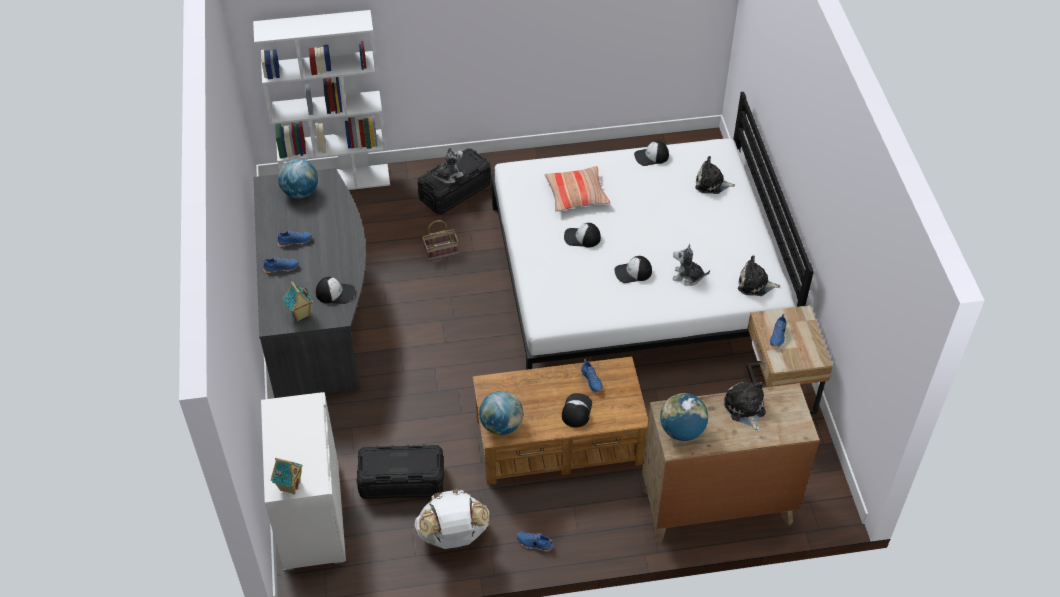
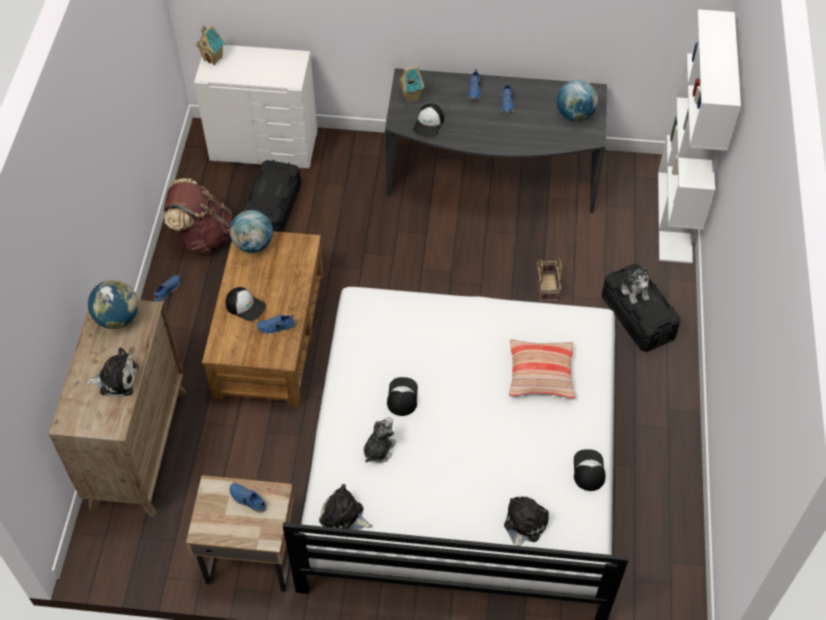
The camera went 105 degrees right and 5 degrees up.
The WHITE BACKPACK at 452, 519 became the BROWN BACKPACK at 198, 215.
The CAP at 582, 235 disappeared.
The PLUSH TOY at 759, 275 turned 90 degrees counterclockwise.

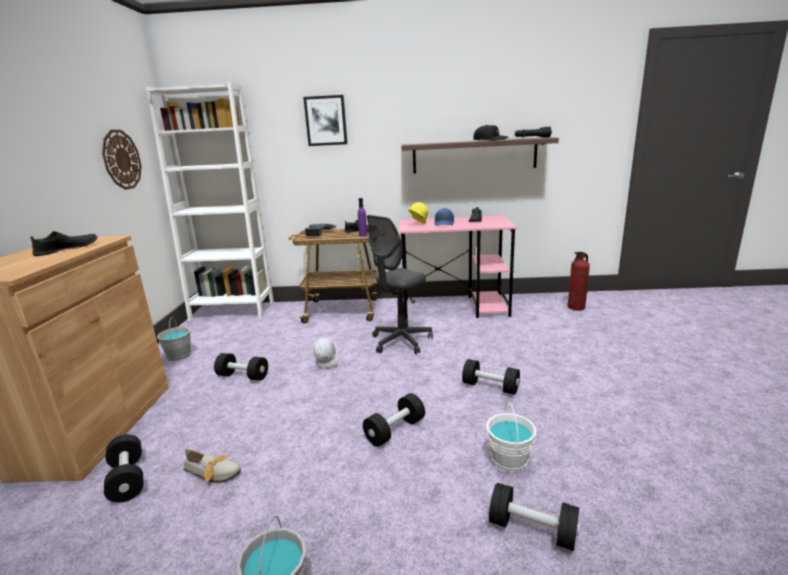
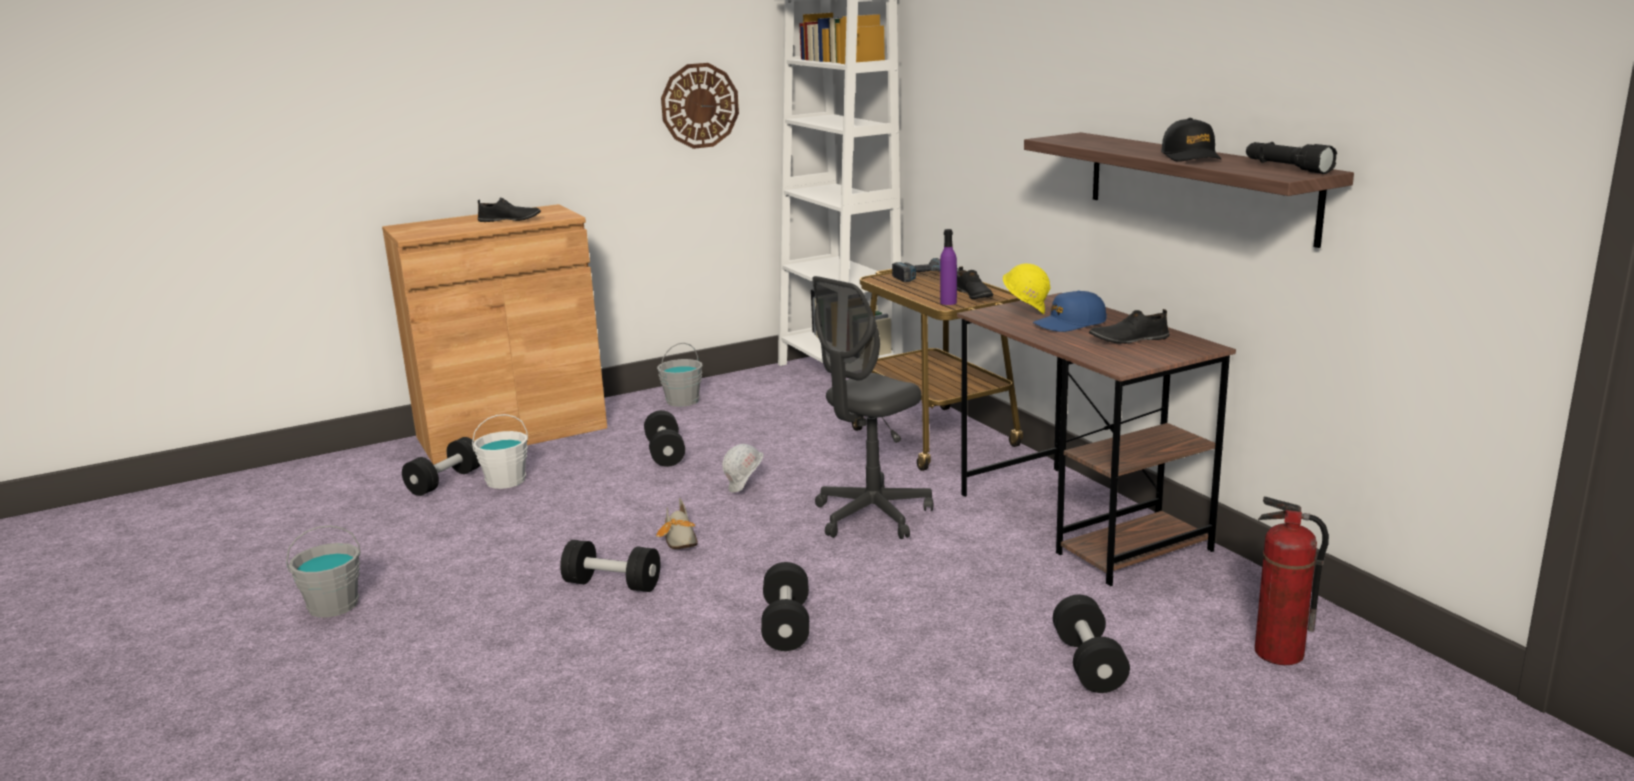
The camera went 60 degrees right and 0 degrees up.
The SHOE moved from 212, 466 to 677, 523.
The PICTURE at 325, 120 disappeared.
The GREY OFFICE CHAIR at 400, 284 turned 60 degrees counterclockwise.
The PINK DESK at 458, 267 became the BROWN DESK at 1096, 439.
The WHITE BUCKET moved from 511, 436 to 500, 451.
The BLACK DUMBBELL moved from 534, 517 to 1091, 644.

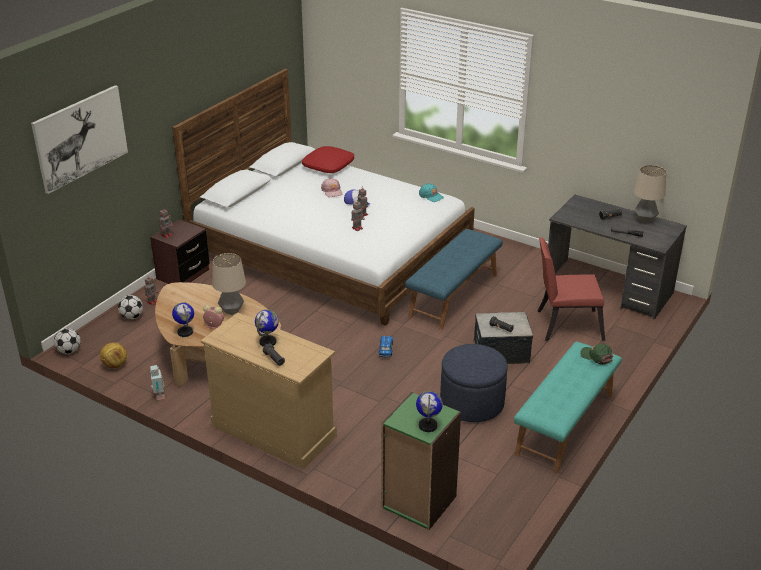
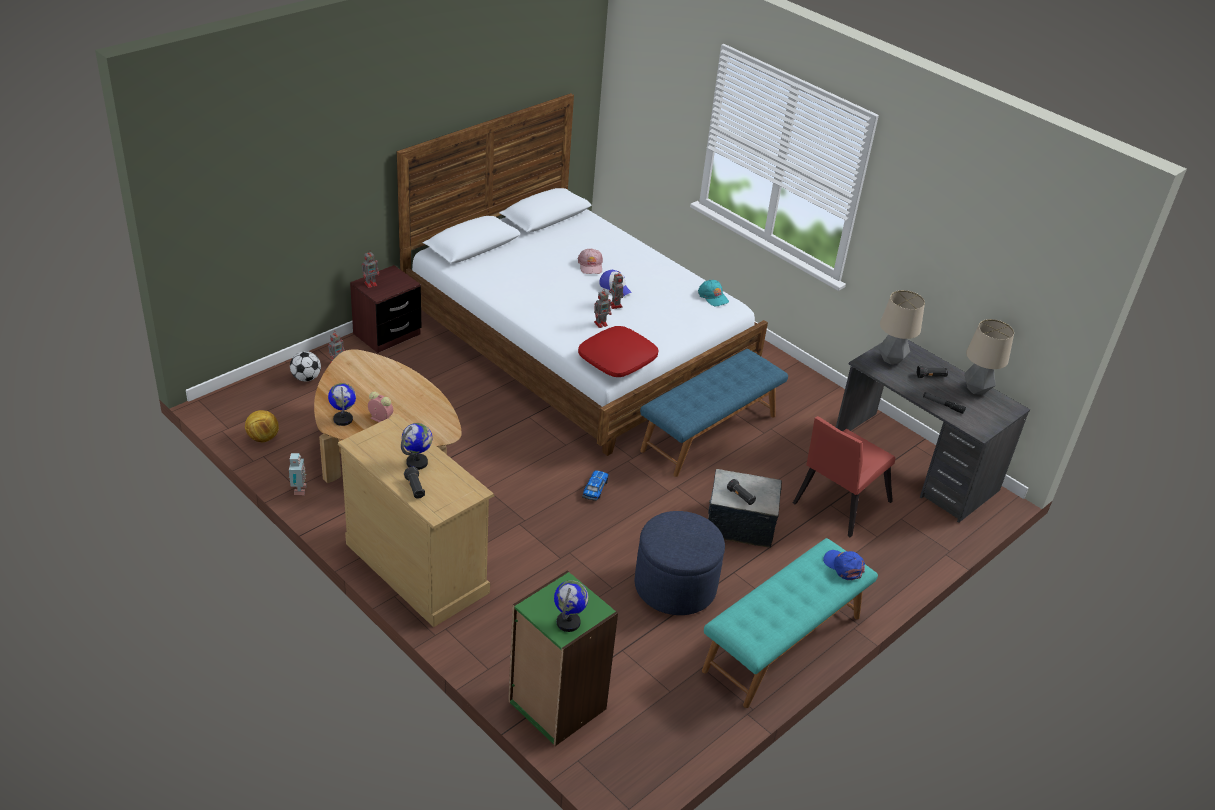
The camera went 10 degrees right and 5 degrees up.
The PICTURE at 79, 139 disappeared.
The FOOTBALL at 67, 341 disappeared.
The TABLE LAMP moved from 229, 284 to 901, 327.
The RED PILLOW moved from 328, 159 to 618, 351.
The RED CHAIR at 571, 289 turned 60 degrees counterclockwise.
The GREEN CAP at 597, 354 became the BLUE CAP at 844, 565.

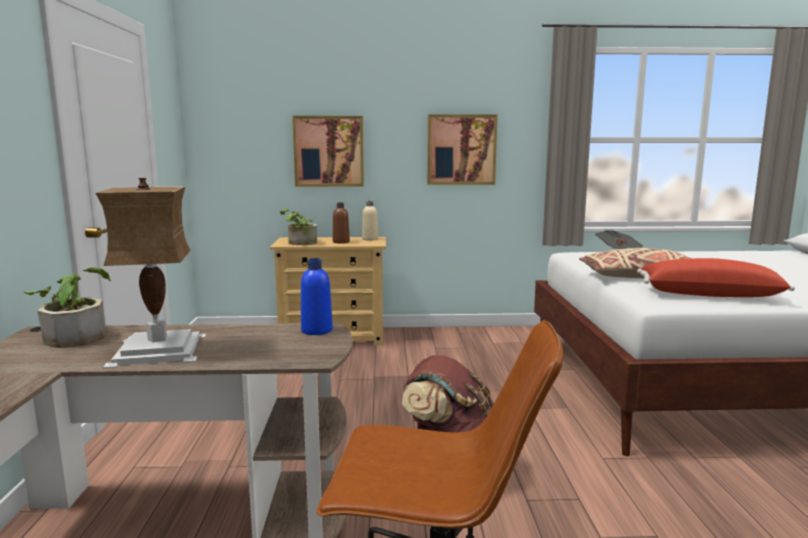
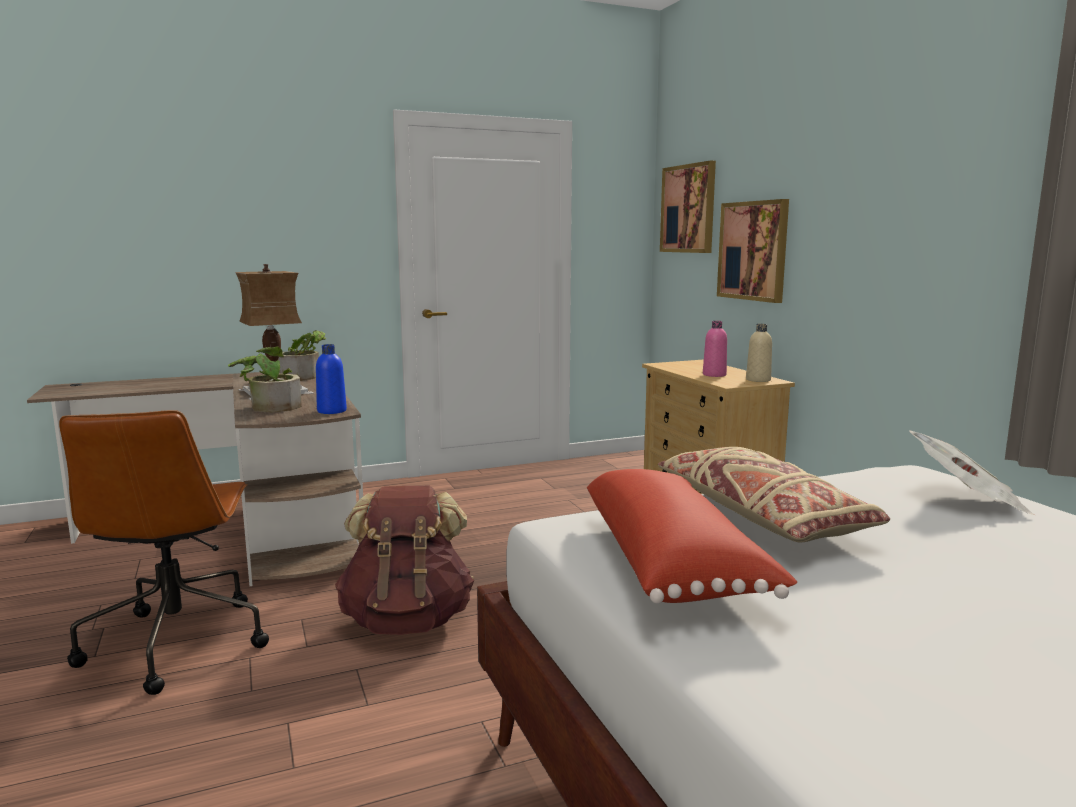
The camera went 70 degrees right and 0 degrees up.
The POTTED PLANT moved from 298, 226 to 265, 379.
The BROWN BOTTLE at 341, 223 became the PINK BOTTLE at 715, 349.
The PICTURE moved from 462, 149 to 688, 207.

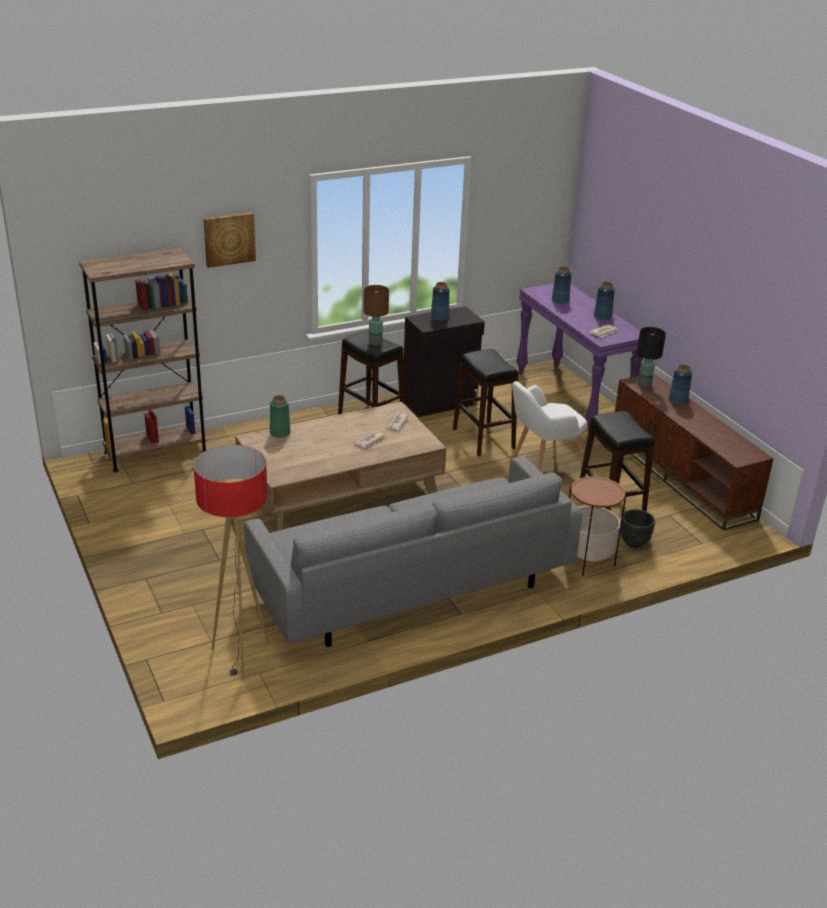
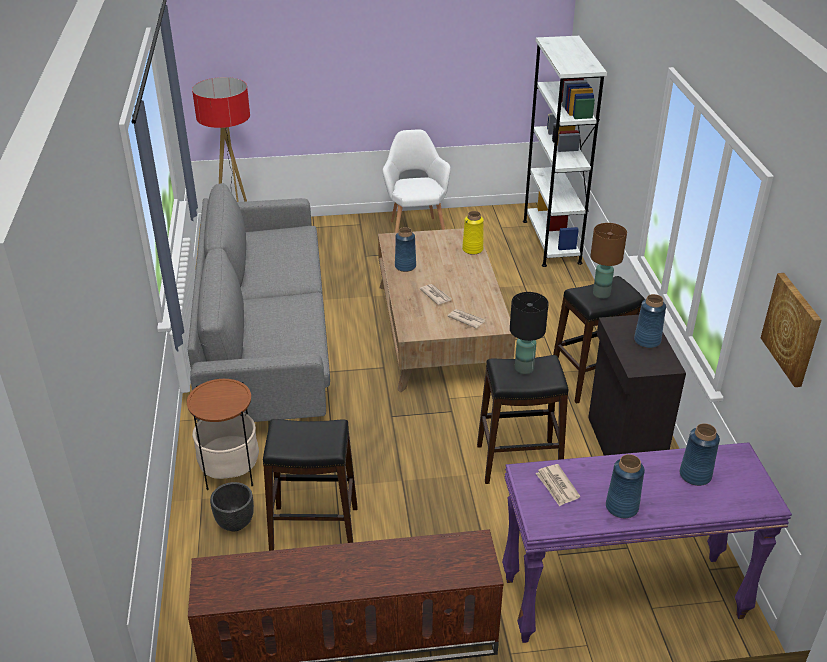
The camera went 110 degrees right and 5 degrees up.
The BROWN BOOKCASE at 142, 360 became the WHITE BOOKCASE at 565, 151.
The PICTURE moved from 230, 240 to 791, 330.
The GREEN VASE at 280, 416 became the YELLOW VASE at 473, 233.
The WHITE ARMCHAIR moved from 550, 426 to 416, 181.
The BLACK TABLE LAMP moved from 651, 357 to 529, 333.
The BLUE VASE moved from 680, 384 to 405, 249.

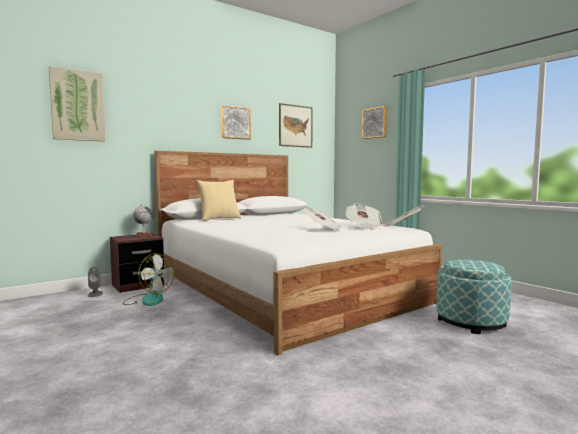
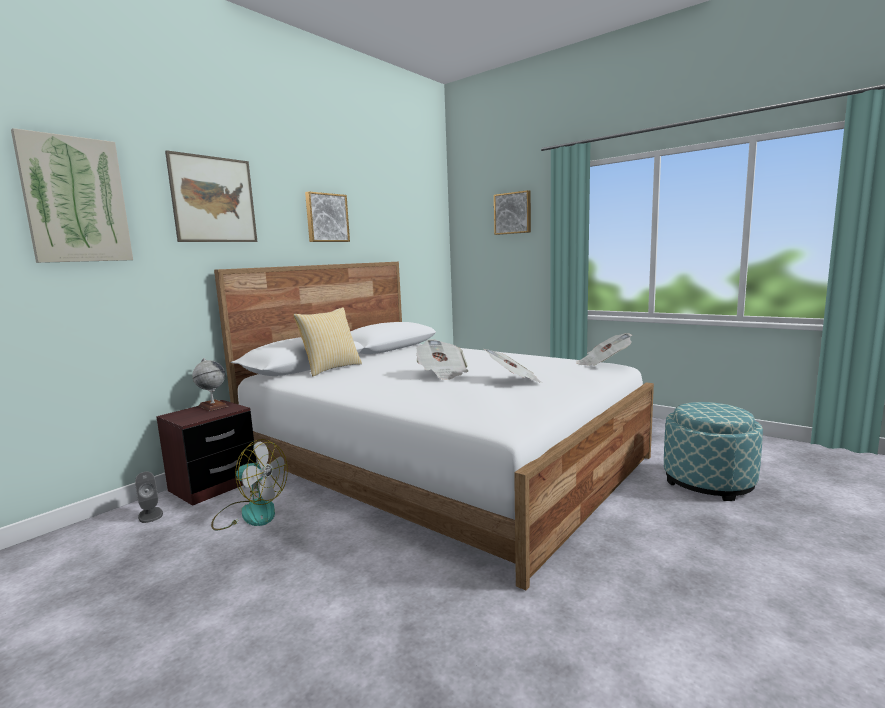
The camera went 15 degrees left and 5 degrees up.
The PICTURE moved from 295, 125 to 211, 196.
The NEWSPAPER moved from 363, 216 to 442, 359.

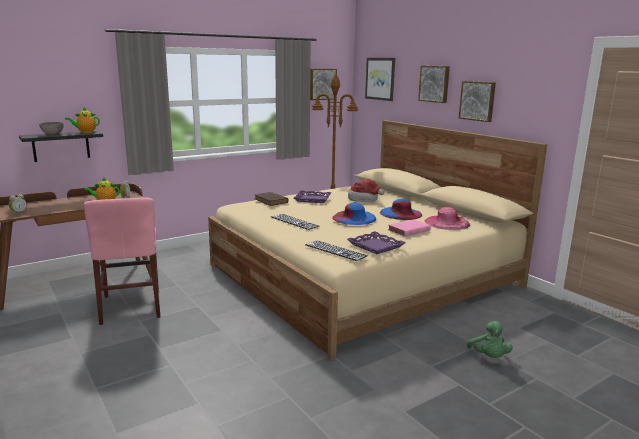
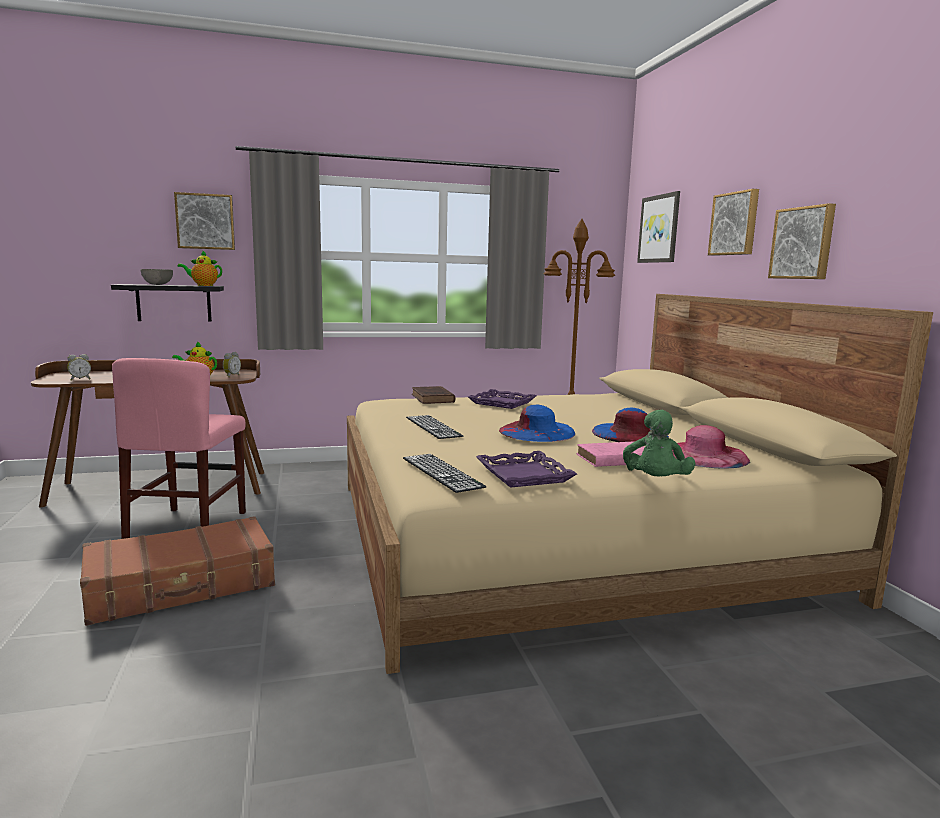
The camera went 20 degrees right and 5 degrees down.
The PICTURE moved from 323, 84 to 204, 221.
The HAT at 366, 190 disappeared.
The GREEN PLUSH TOY moved from 490, 339 to 659, 443.
The BROWN SUITCASE at 177, 571 appeared.

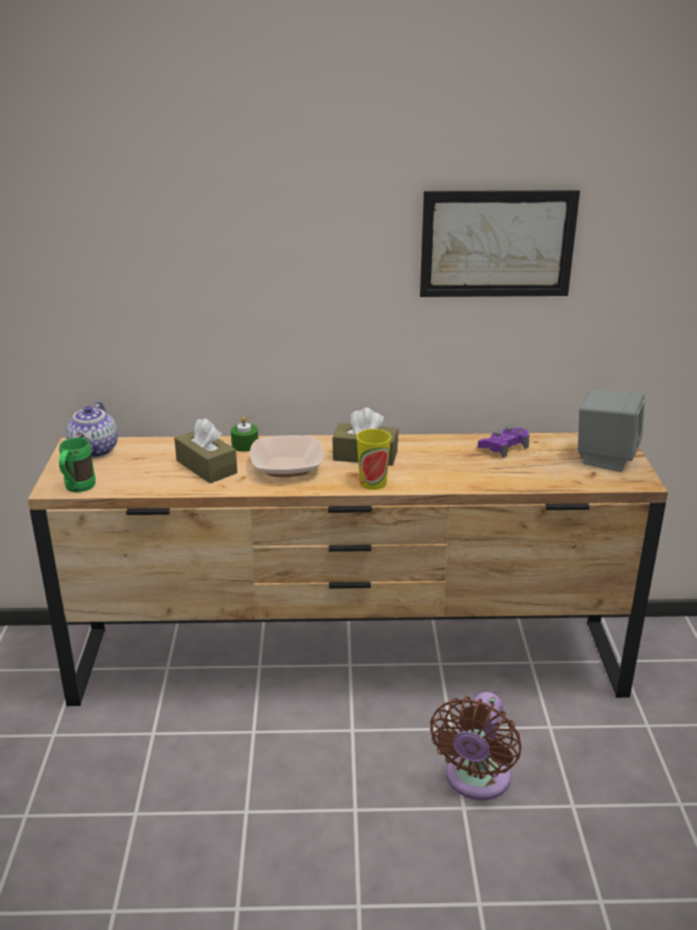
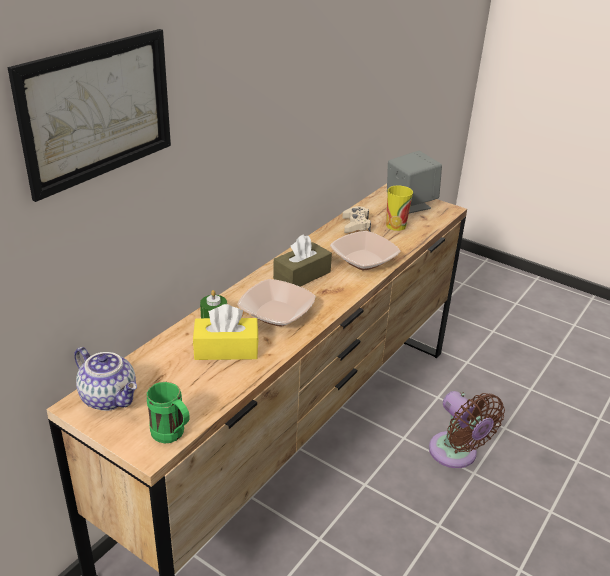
The camera went 55 degrees left and 5 degrees up.
The BROWN TISSUE BOX at 205, 450 became the YELLOW TISSUE BOX at 226, 332.
The CUP moved from 373, 459 to 399, 208.
The PICTURE moved from 500, 243 to 89, 115.
The PURPLE GAME CONTROLLER at 503, 442 became the BEIGE GAME CONTROLLER at 356, 219.
The BOWL at 365, 250 appeared.

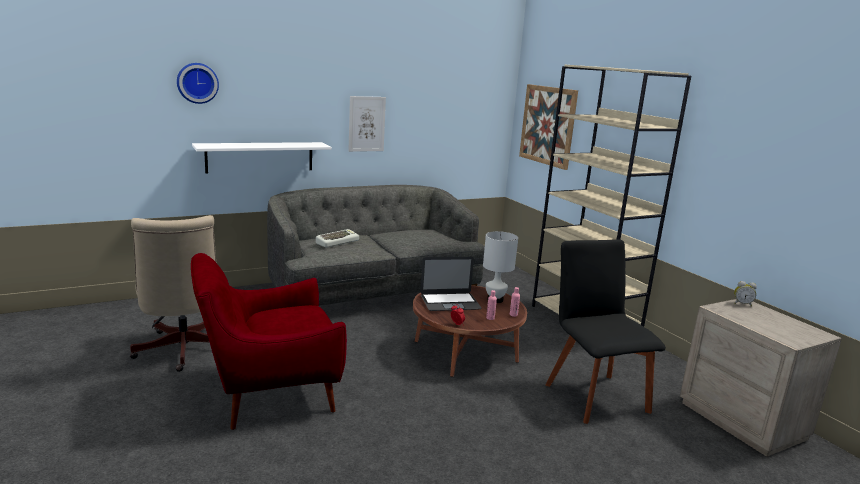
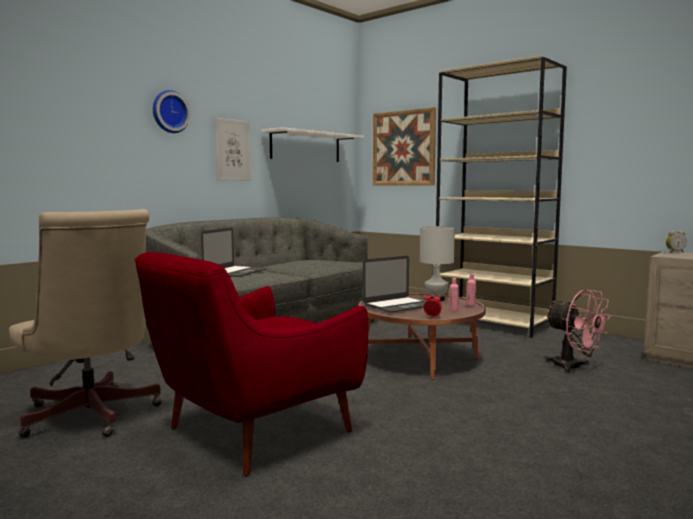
The camera went 20 degrees left and 10 degrees down.
The WALL CLOCK moved from 198, 83 to 171, 111.
The WHITE SHELF moved from 262, 158 to 312, 144.
The KEYBOARD at 337, 238 was replaced by the LAPTOP at 234, 252.
The BLACK CHAIR at 605, 332 was replaced by the PINK FAN at 577, 331.

